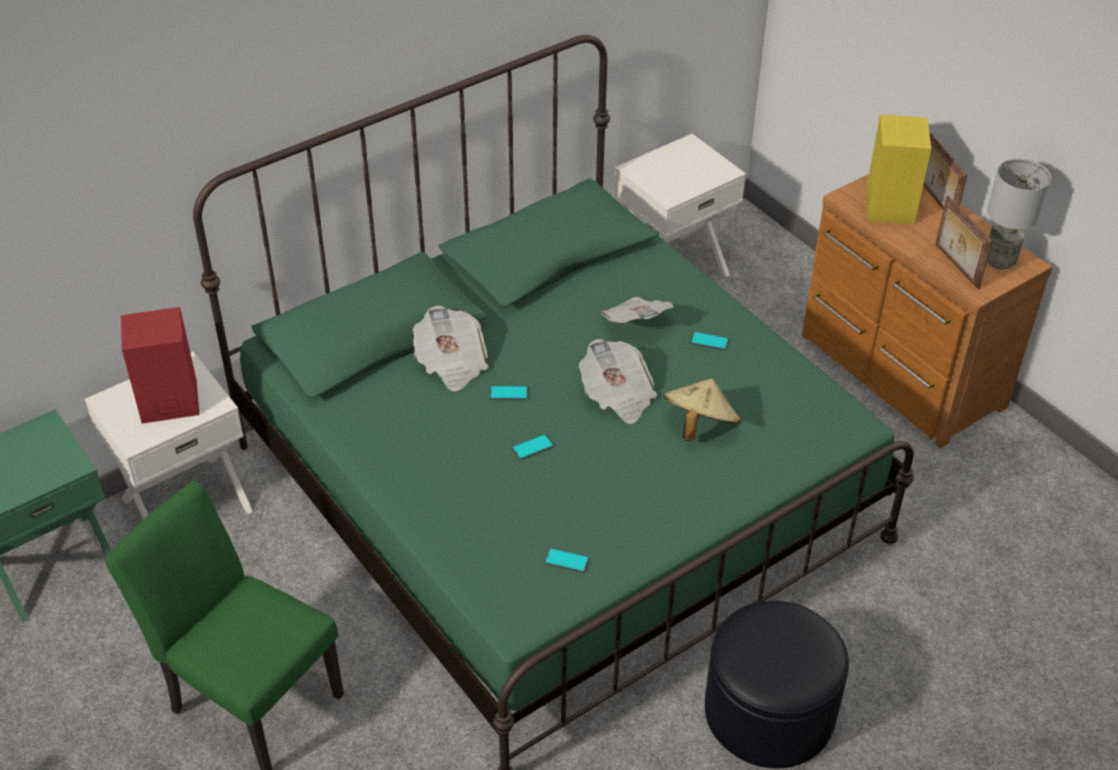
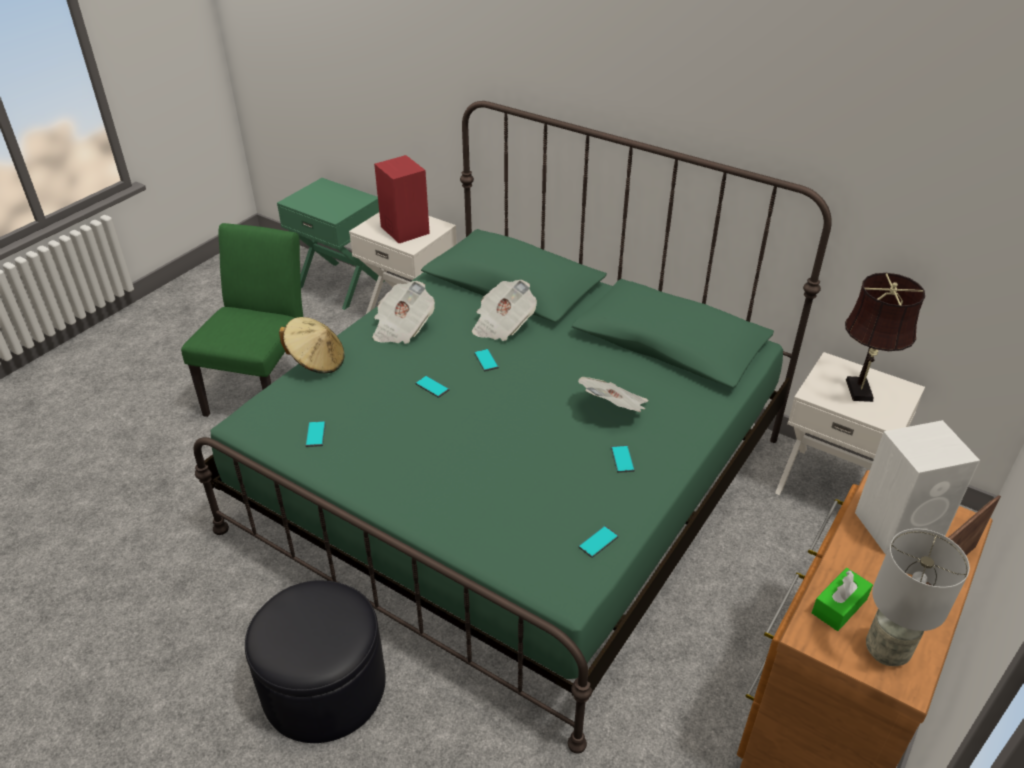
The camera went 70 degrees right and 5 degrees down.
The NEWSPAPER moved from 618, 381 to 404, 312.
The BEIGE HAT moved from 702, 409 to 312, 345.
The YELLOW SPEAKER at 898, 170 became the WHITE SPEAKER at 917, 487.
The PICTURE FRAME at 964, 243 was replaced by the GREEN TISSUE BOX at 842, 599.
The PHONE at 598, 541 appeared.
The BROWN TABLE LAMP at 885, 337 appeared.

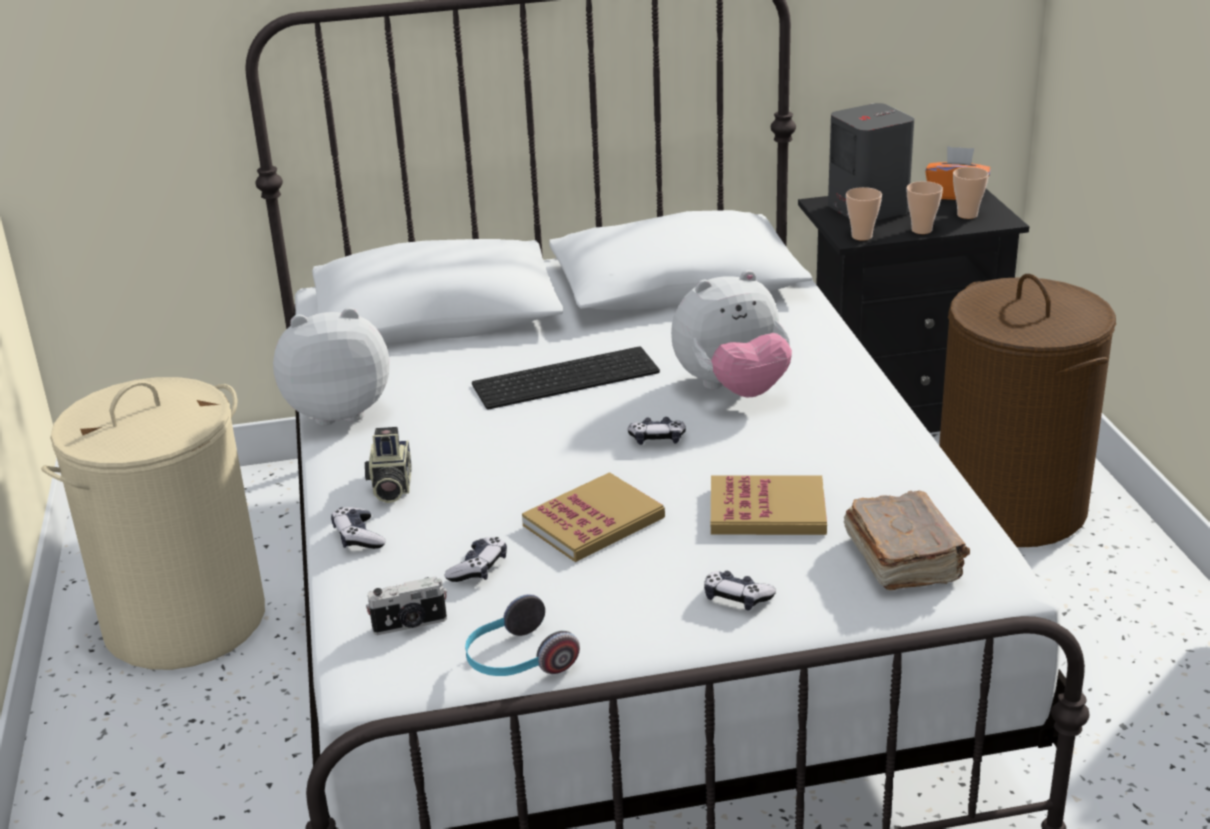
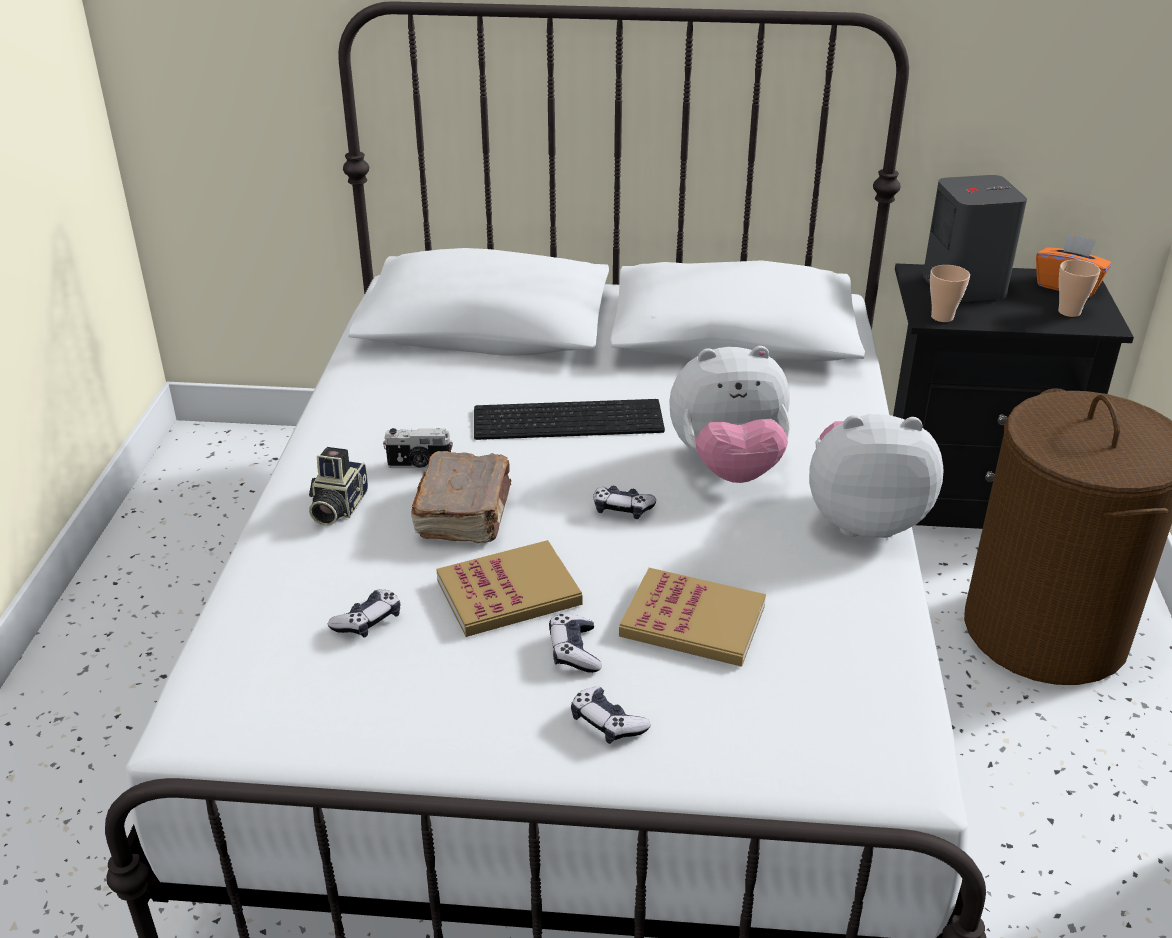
The camera went 15 degrees right and 5 degrees up.
The BEIGE LAUNDRY BASKET at 153, 523 disappeared.
The PLUSH TOY moved from 331, 367 to 876, 476.
The GAME CONTROLLER moved from 358, 528 to 575, 643.
The PHOTO CAMERA moved from 406, 605 to 418, 448.
The HEADPHONES at 522, 635 disappeared.
The BROWN BOOK moved from 906, 540 to 461, 497.
The CUP at 925, 207 disappeared.

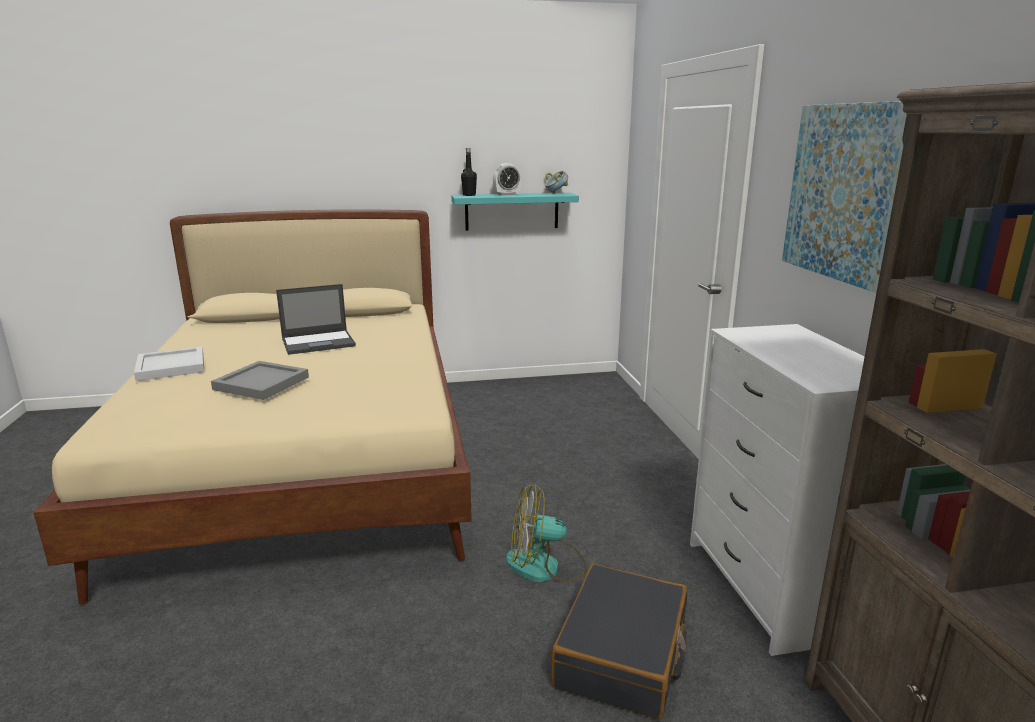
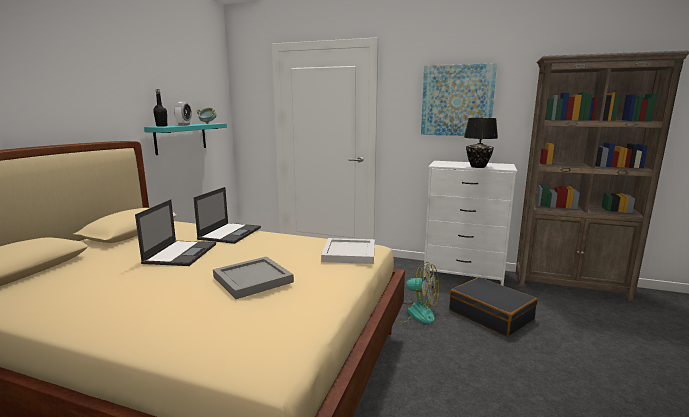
The camera went 60 degrees left and 5 degrees down.
The WHITE TRAY moved from 169, 364 to 348, 251.
The FAN at 546, 533 turned 90 degrees counterclockwise.
The LAPTOP at 227, 215 appeared.
The BLACK TABLE LAMP at 481, 143 appeared.

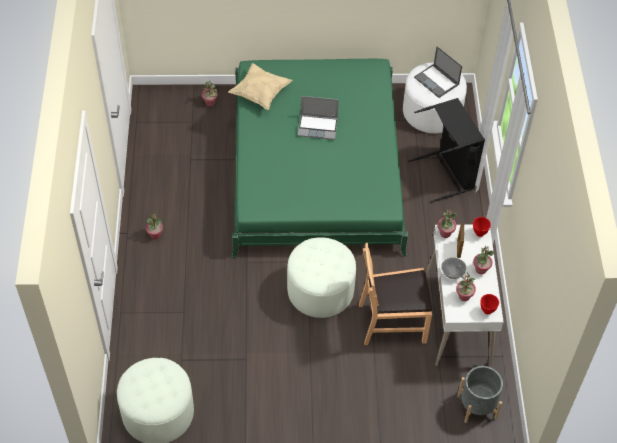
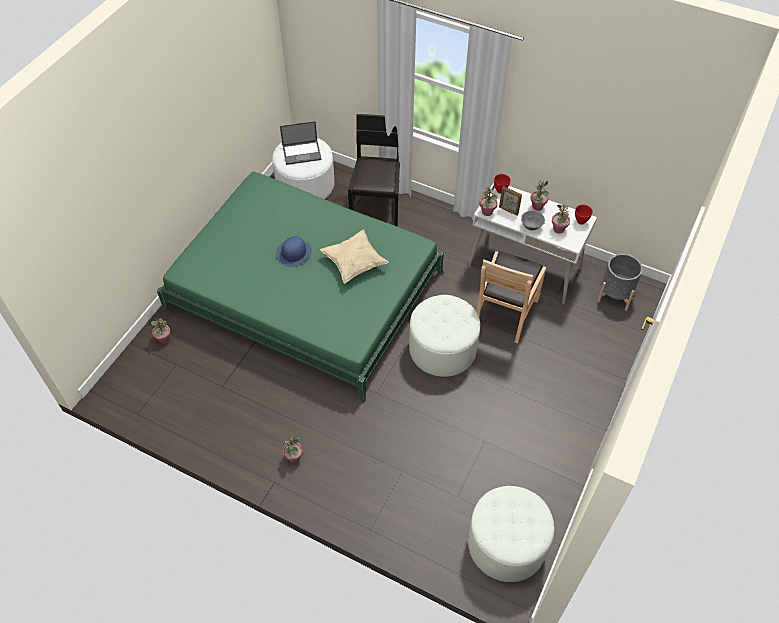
The camera went 60 degrees left and 0 degrees up.
The BEIGE PILLOW moved from 260, 86 to 354, 256.
The LAPTOP at 318, 118 was replaced by the BLUE HAT at 294, 251.
The BLACK LAUNDRY BASKET at 446, 150 was replaced by the BLACK CHAIR at 374, 170.

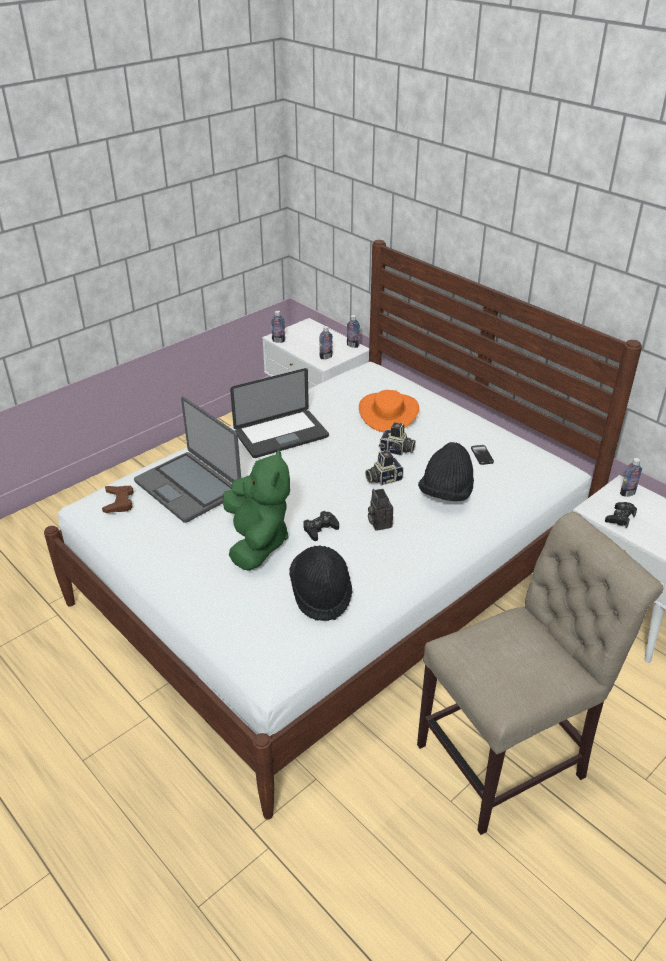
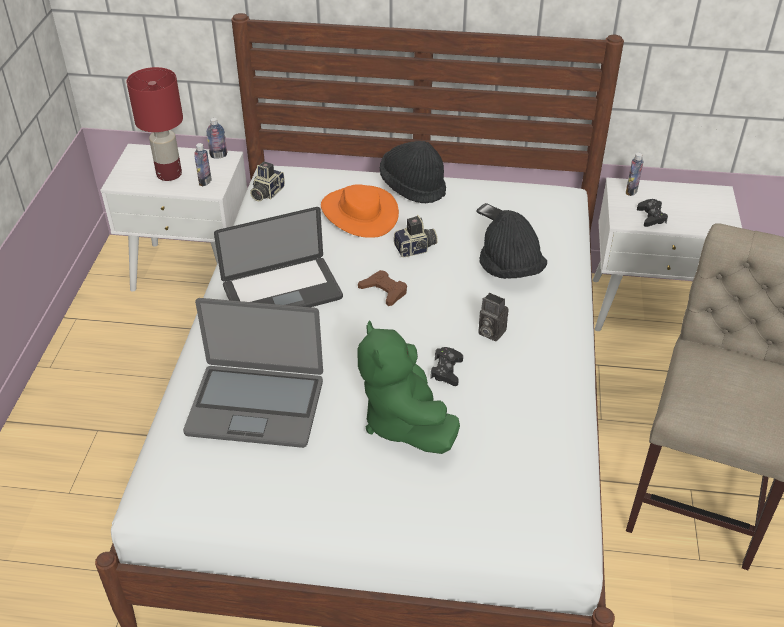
The camera went 40 degrees left and 5 degrees up.
The BROWN GAME CONTROLLER moved from 118, 499 to 382, 288.
The GREEN PLUSH TOY at 256, 510 turned 150 degrees counterclockwise.
The LAPTOP at 279, 413 turned 45 degrees clockwise.
The BOTTLE at 278, 327 disappeared.
The BLACK HAT moved from 321, 583 to 413, 172.
The PHOTO CAMERA moved from 384, 468 to 267, 181.
The RED TABLE LAMP at 154, 124 appeared.

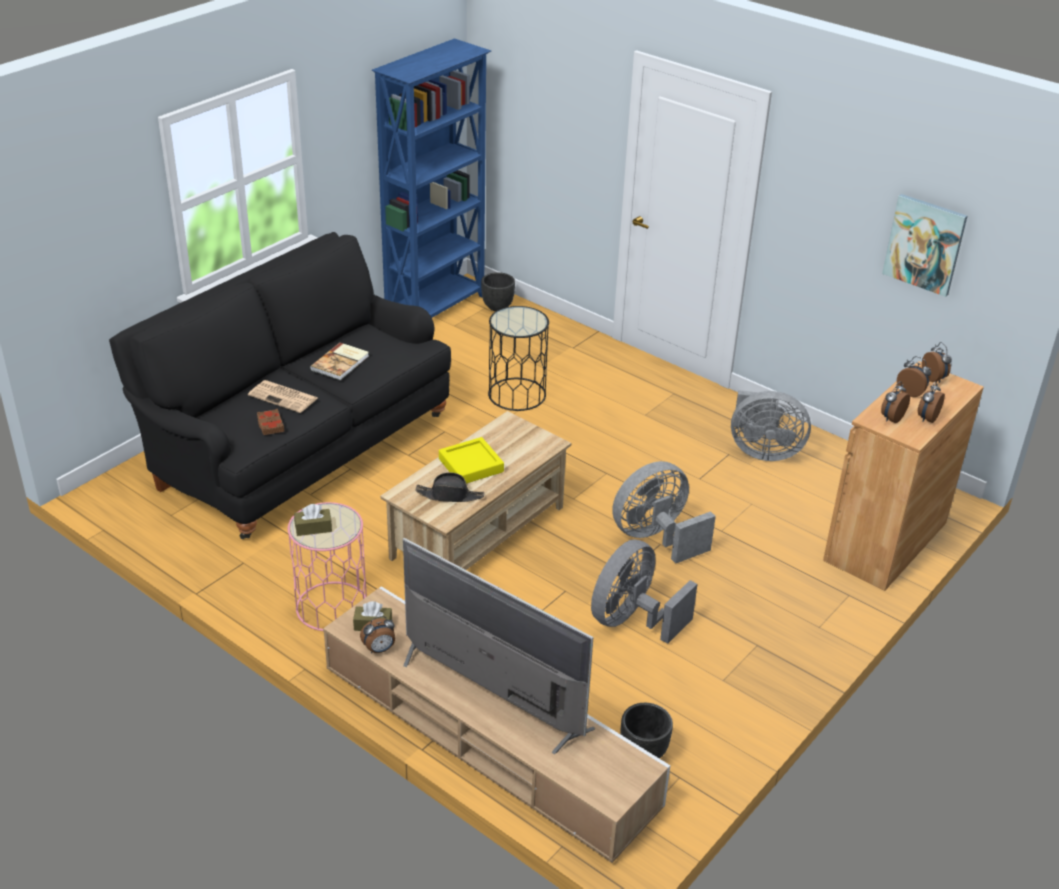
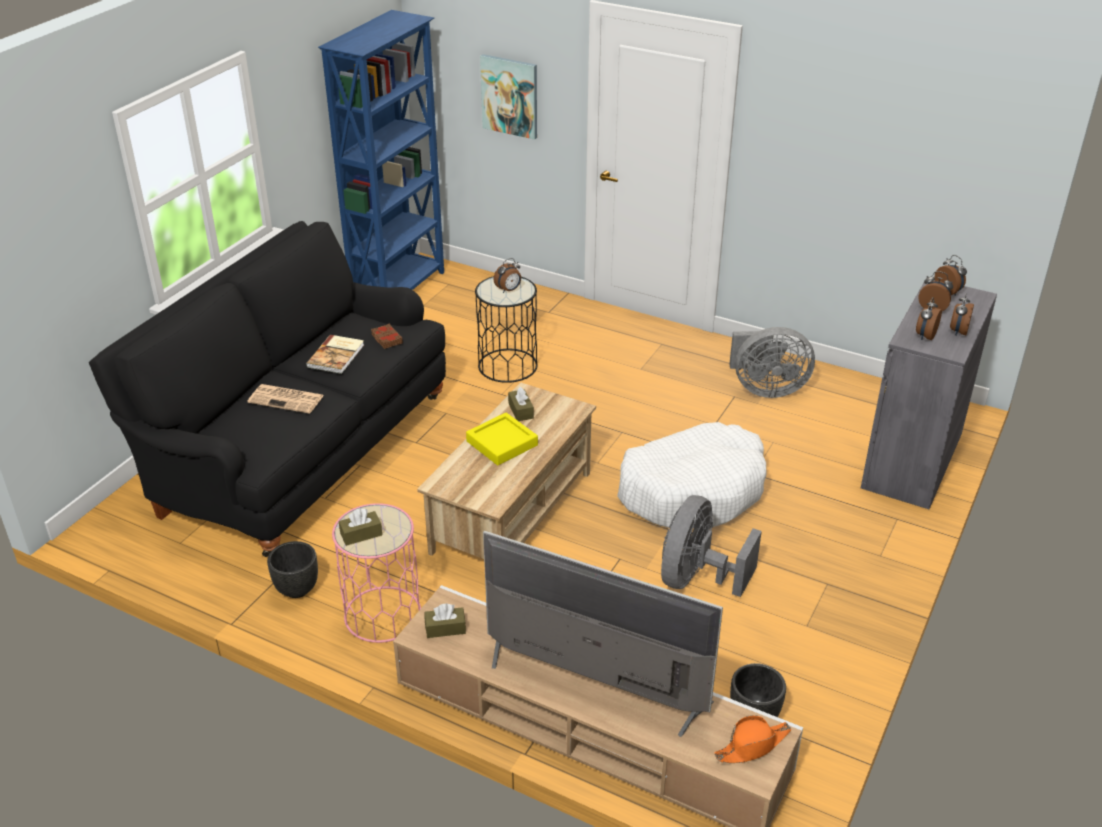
The camera went 10 degrees left and 0 degrees up.
The BROWN BOOK moved from 270, 422 to 387, 336.
The ALARM CLOCK moved from 377, 634 to 507, 275.
The BLACK HAT at 450, 487 disappeared.
The BLACK PLANTER moved from 498, 292 to 292, 569.
The GREY FAN at 664, 512 was replaced by the WHITE DOG BED at 691, 475.
The BROWN CABINET at 903, 476 became the GREY CABINET at 929, 393.
The PICTURE moved from 924, 245 to 508, 97.
The BROWN TISSUE BOX at 521, 404 appeared.
The ORANGE HAT at 753, 739 appeared.

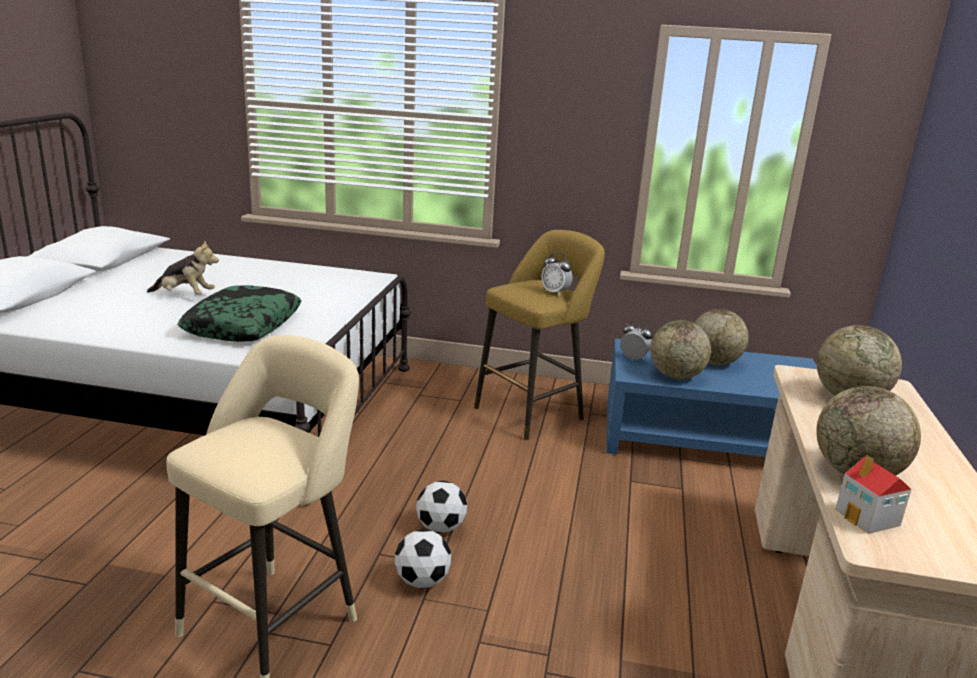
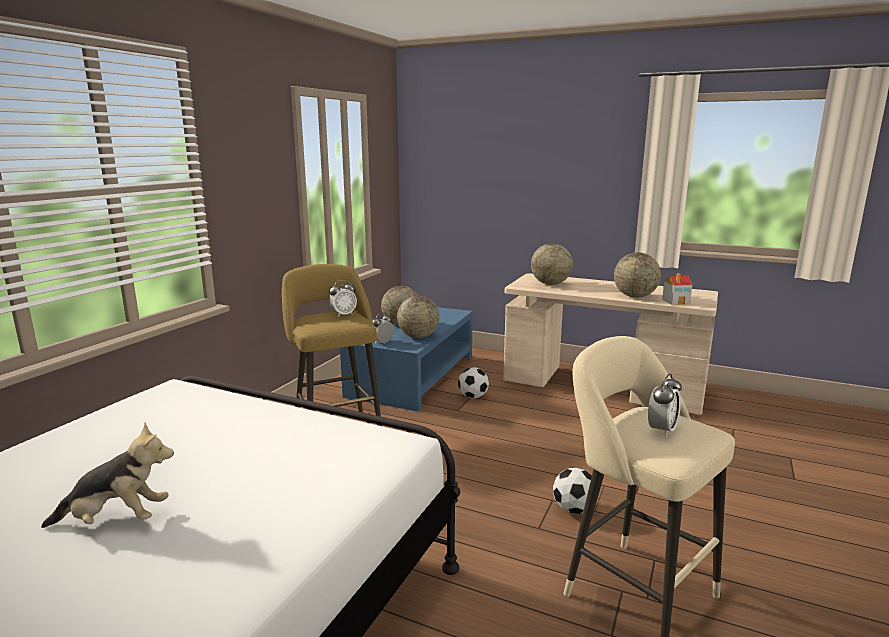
The camera went 75 degrees left and 5 degrees down.
The PLUSH TOY at 183, 267 turned 60 degrees clockwise.
The PILLOW at 239, 313 disappeared.
The FOOTBALL moved from 441, 507 to 473, 382.
The ALARM CLOCK at 665, 405 appeared.

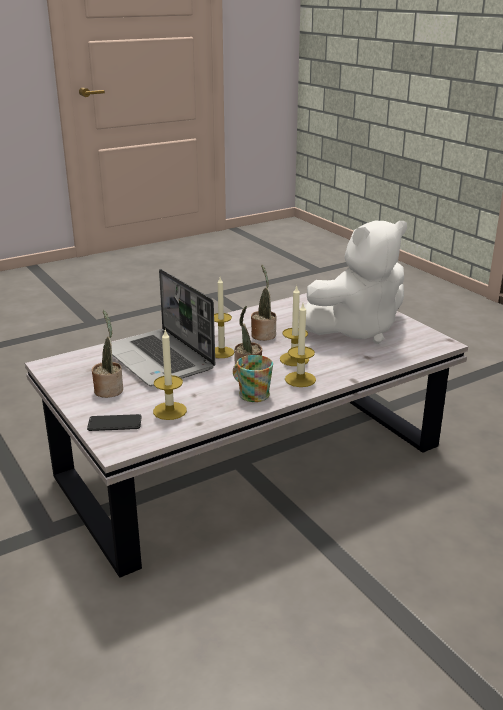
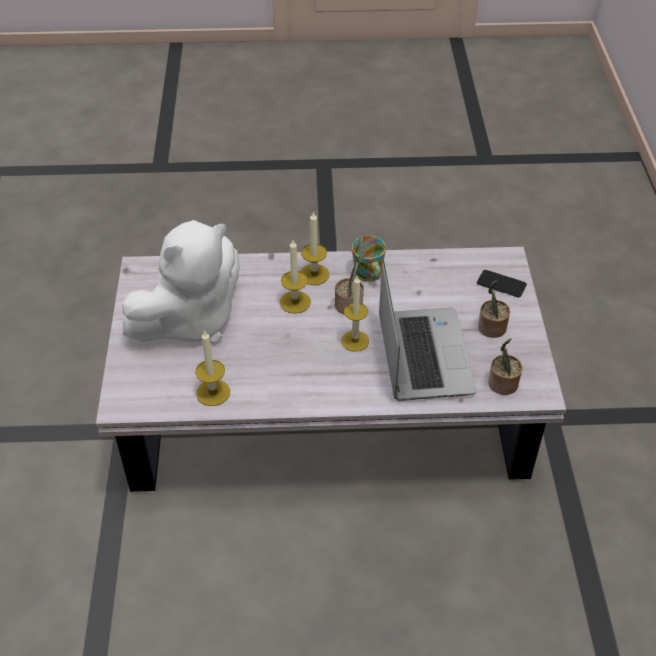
The camera went 150 degrees left and 20 degrees up.
The CANDLE moved from 170, 375 to 212, 368.
The POTTED PLANT moved from 263, 302 to 505, 366.
The WHITE PLUSH TOY at 356, 282 turned 135 degrees clockwise.

